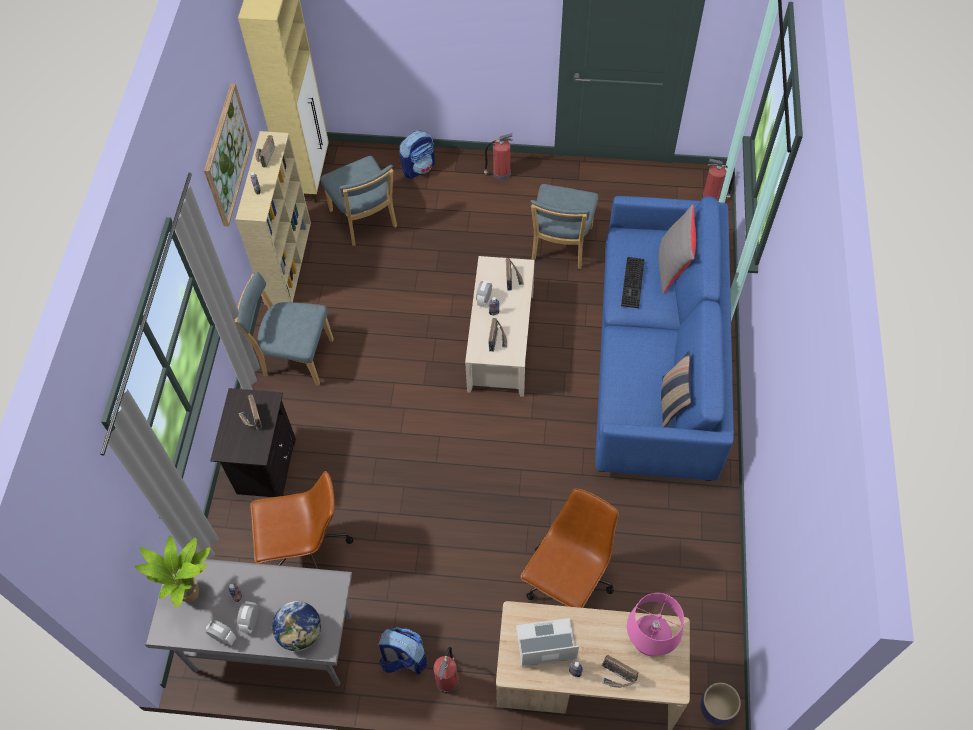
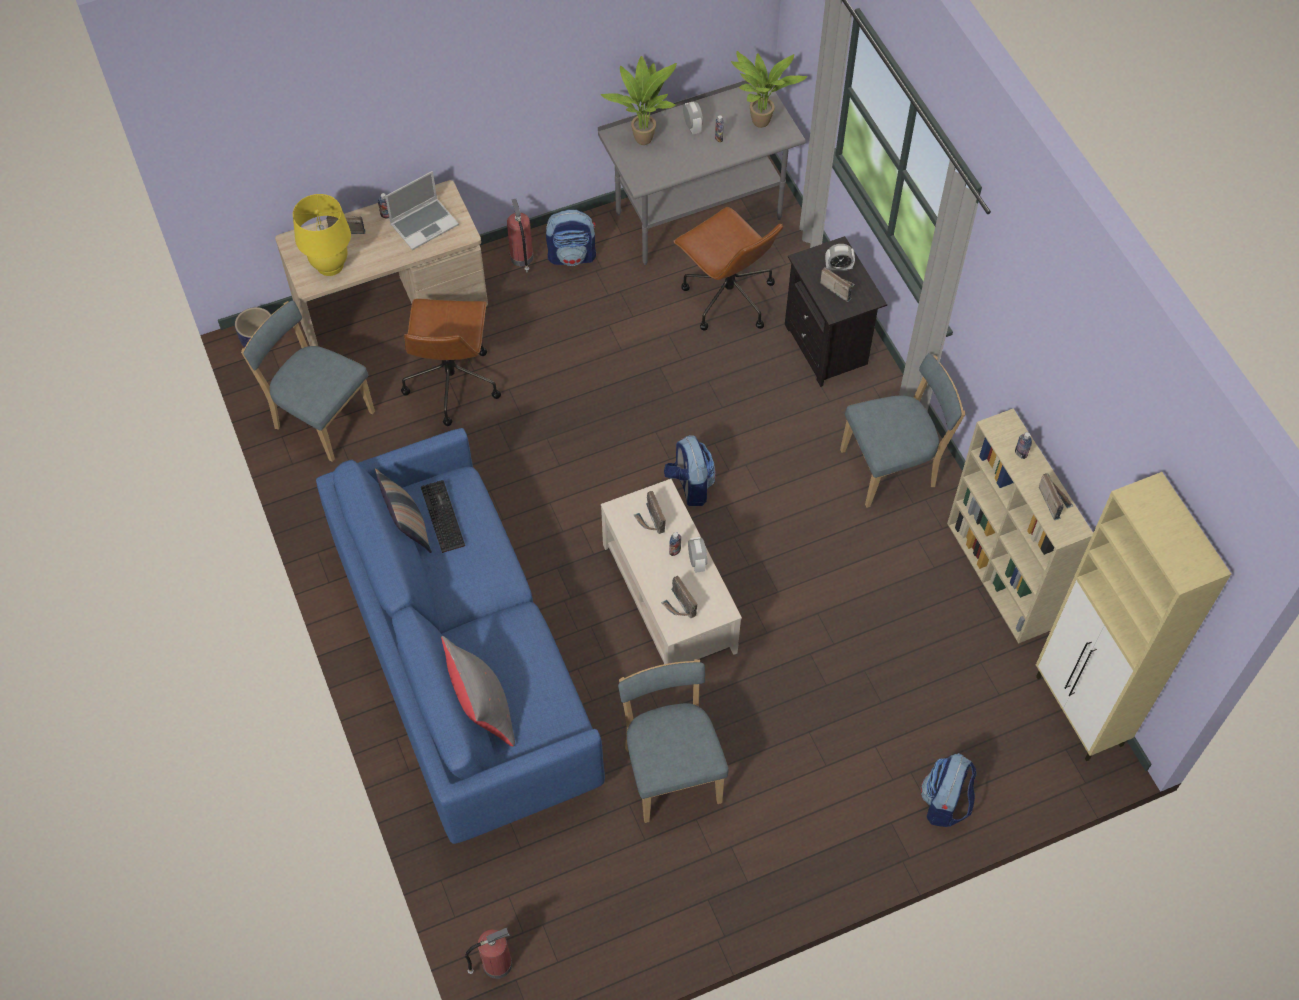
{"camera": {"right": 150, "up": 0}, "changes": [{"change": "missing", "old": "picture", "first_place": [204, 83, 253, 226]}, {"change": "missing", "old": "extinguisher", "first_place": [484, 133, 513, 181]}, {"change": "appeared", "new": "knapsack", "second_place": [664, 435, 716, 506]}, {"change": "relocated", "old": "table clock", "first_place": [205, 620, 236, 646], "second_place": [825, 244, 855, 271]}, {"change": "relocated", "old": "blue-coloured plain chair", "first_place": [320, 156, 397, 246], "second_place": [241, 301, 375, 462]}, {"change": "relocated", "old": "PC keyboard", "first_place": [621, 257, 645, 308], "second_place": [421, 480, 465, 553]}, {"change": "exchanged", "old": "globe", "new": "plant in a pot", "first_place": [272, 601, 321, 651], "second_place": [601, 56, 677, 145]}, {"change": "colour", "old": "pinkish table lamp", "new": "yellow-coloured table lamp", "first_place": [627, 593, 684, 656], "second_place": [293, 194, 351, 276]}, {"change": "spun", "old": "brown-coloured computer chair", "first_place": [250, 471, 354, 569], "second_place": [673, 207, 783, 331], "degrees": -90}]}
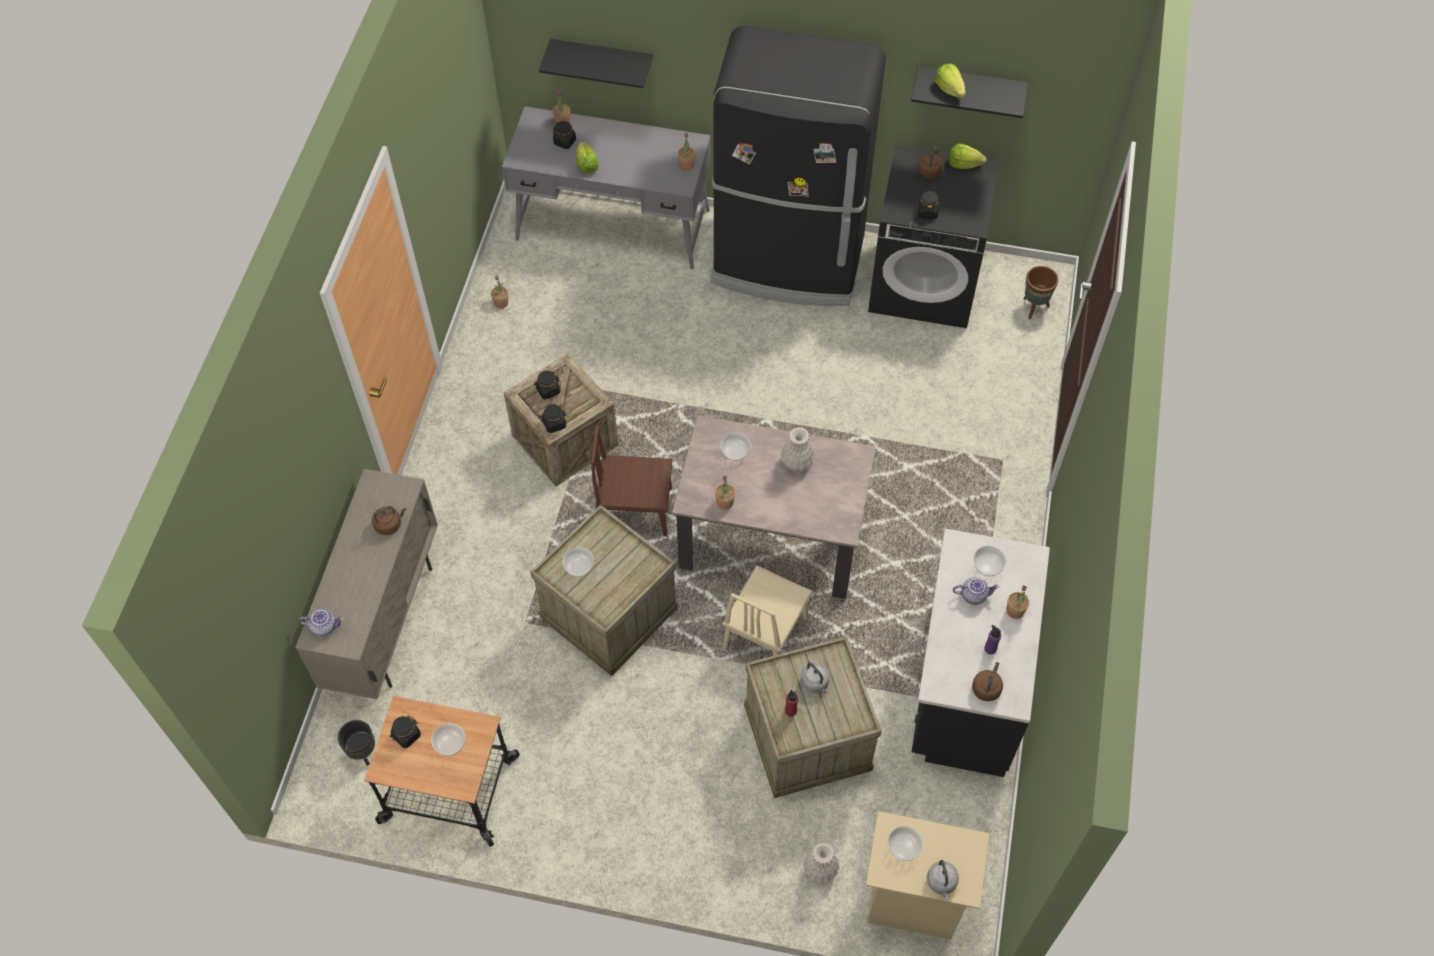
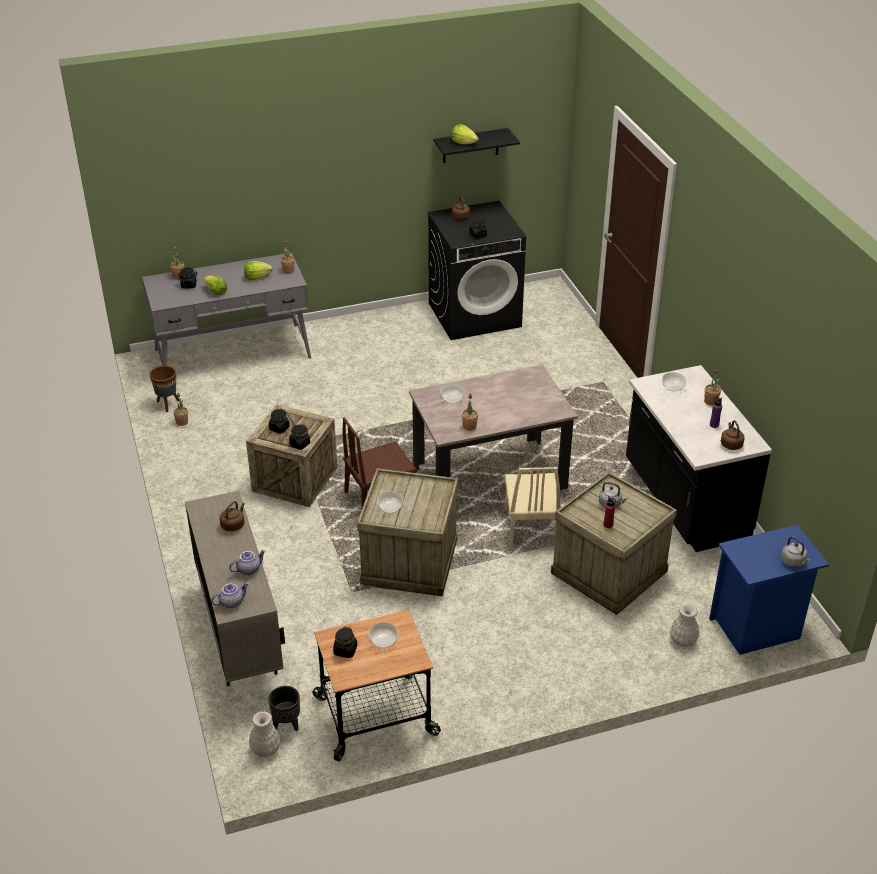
{"camera": {"right": -30, "up": -20}, "changes": [{"change": "missing", "old": "blackish shelf", "first_place": [539, 39, 653, 88]}, {"change": "missing", "old": "blackish kitchen fridge", "first_place": [711, 26, 886, 306]}, {"change": "missing", "old": "deep dish", "first_place": [888, 826, 923, 861]}, {"change": "relocated", "old": "white decorative vase", "first_place": [781, 427, 815, 472], "second_place": [249, 711, 281, 757]}, {"change": "relocated", "old": "lettuce head", "first_place": [948, 144, 987, 169], "second_place": [244, 261, 273, 280]}, {"change": "relocated", "old": "teapot", "first_place": [953, 577, 999, 605], "second_place": [229, 550, 266, 575]}, {"change": "relocated", "old": "brown-coloured plant pot", "first_place": [1023, 266, 1059, 319], "second_place": [150, 366, 179, 412]}, {"change": "colour", "old": "beige-coloured night table", "new": "blue-coloured night table", "first_place": [866, 811, 989, 939], "second_place": [709, 525, 829, 655]}]}
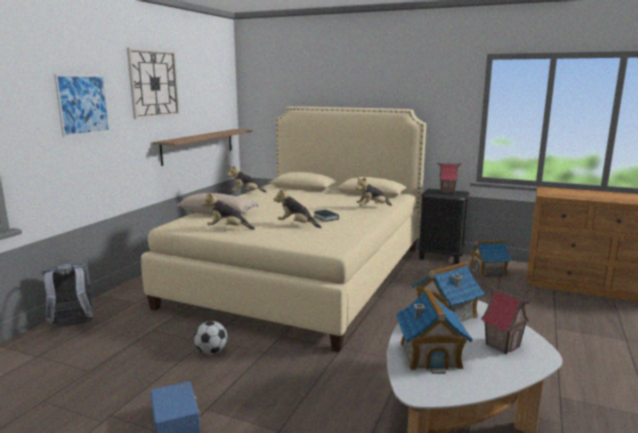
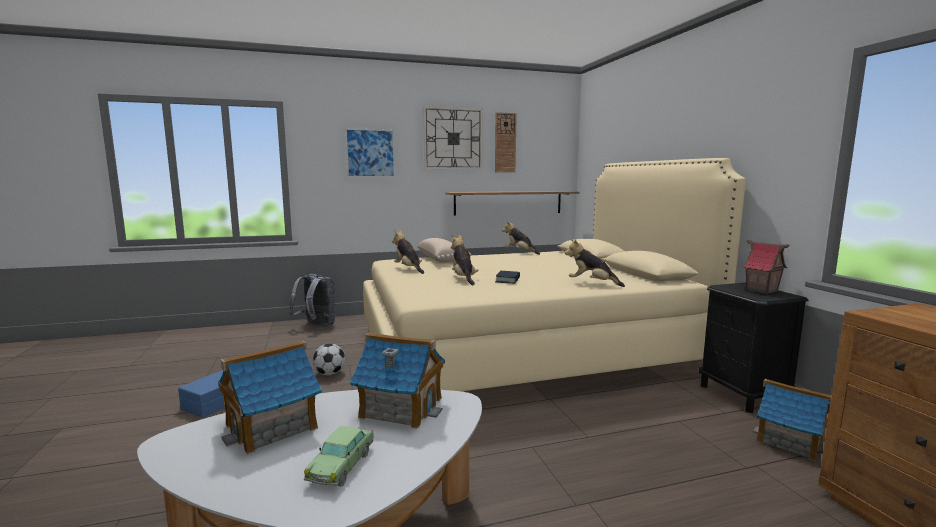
{"camera": {"right": 50, "up": -5}, "changes": [{"change": "appeared", "new": "wall clock", "second_place": [495, 112, 517, 173]}, {"change": "exchanged", "old": "toy house", "new": "toy car", "first_place": [481, 285, 530, 354], "second_place": [304, 426, 373, 487]}]}
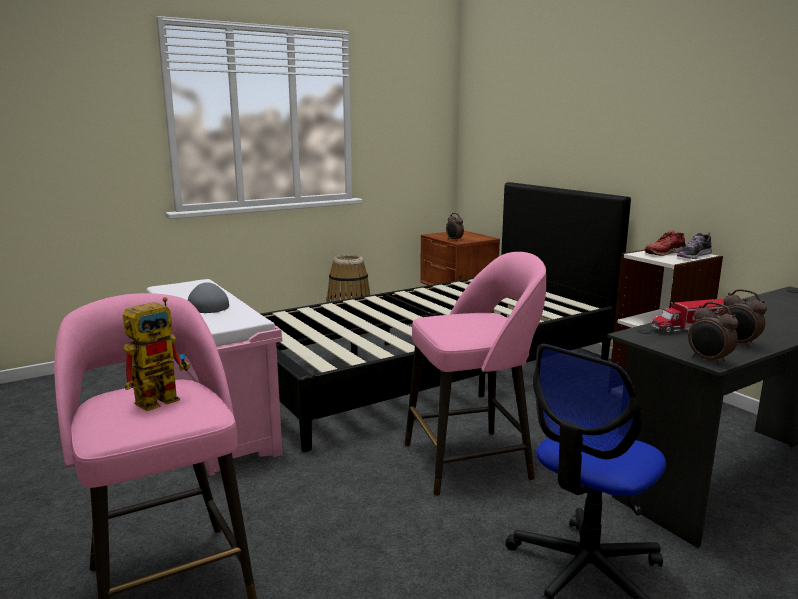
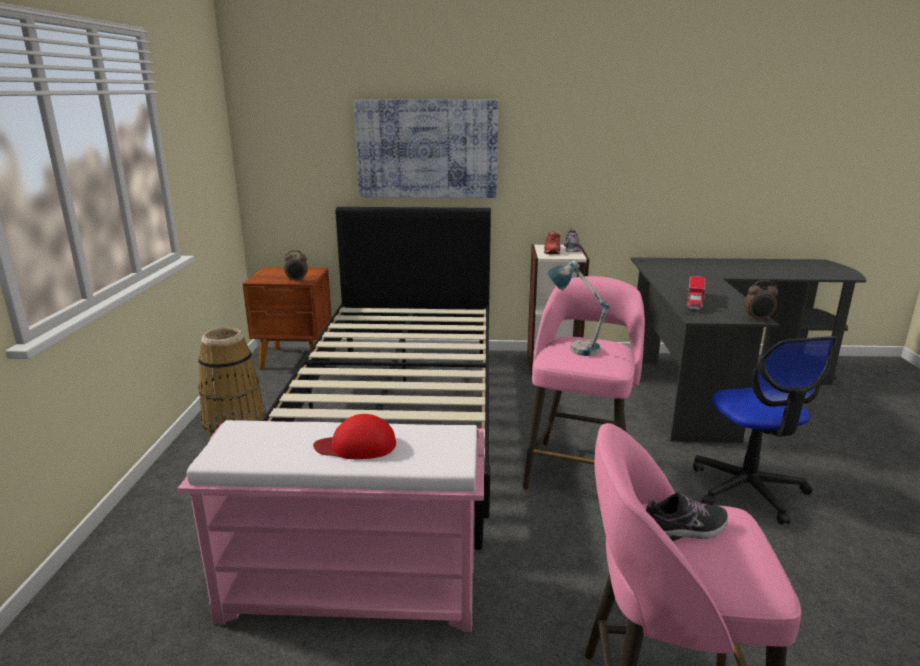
{"camera": {"right": -55, "up": 5}, "changes": [{"change": "missing", "old": "table clock", "first_place": [719, 289, 767, 348]}, {"change": "appeared", "new": "picture", "second_place": [354, 100, 498, 198]}, {"change": "appeared", "new": "table lamp", "second_place": [547, 260, 609, 356]}, {"change": "exchanged", "old": "toy robot", "new": "item of footwear", "first_place": [123, 297, 190, 411], "second_place": [646, 492, 728, 541]}, {"change": "colour", "old": "gray peaked cap", "new": "reddish peaked cap", "first_place": [188, 282, 229, 313], "second_place": [313, 414, 396, 459]}]}
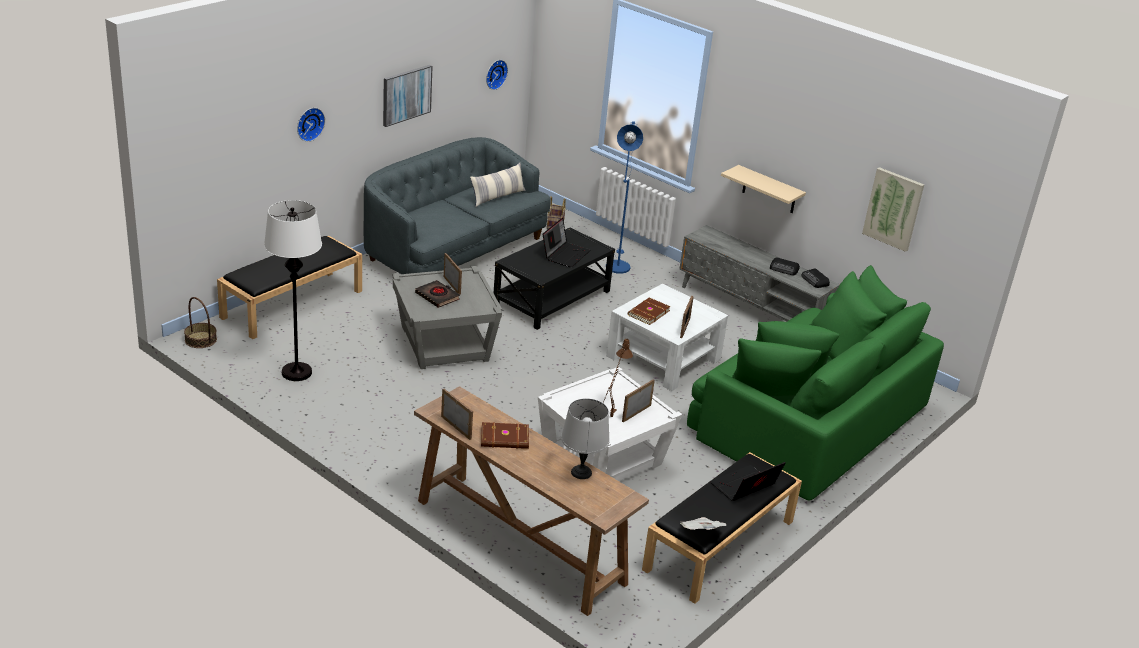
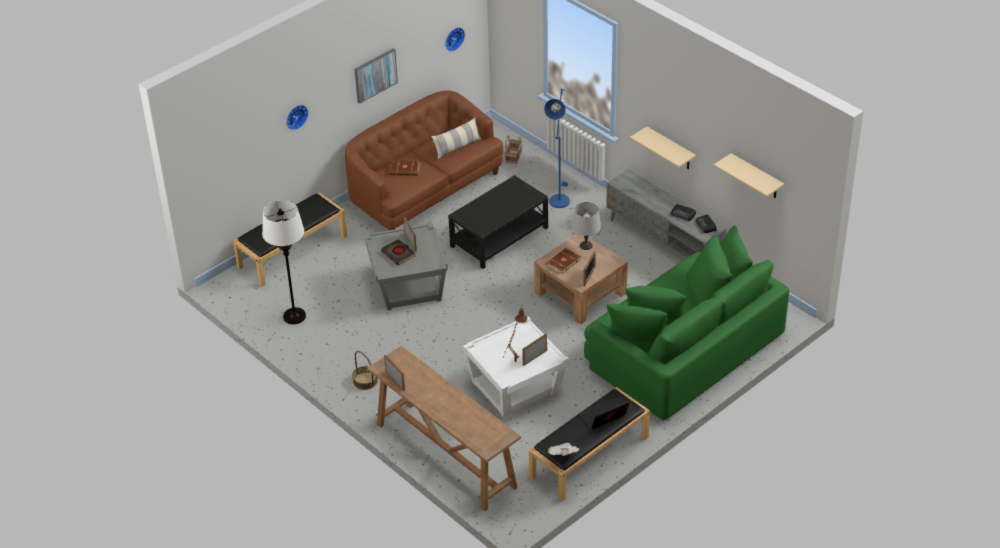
{"camera": {"right": 10, "up": 10}, "changes": [{"change": "missing", "old": "portable computer", "first_place": [543, 218, 590, 268]}, {"change": "relocated", "old": "basket", "first_place": [184, 297, 217, 348], "second_place": [352, 351, 378, 390]}, {"change": "relocated", "old": "brown-coloured book", "first_place": [481, 422, 529, 449], "second_place": [390, 160, 420, 176]}, {"change": "relocated", "old": "gray table lamp", "first_place": [561, 398, 610, 479], "second_place": [572, 202, 601, 250]}, {"change": "exchanged", "old": "picture", "new": "beige-coloured shelf", "first_place": [862, 167, 924, 252], "second_place": [713, 153, 784, 198]}, {"change": "colour", "old": "gray settee", "new": "brown-coloured settee", "first_place": [364, 137, 551, 274], "second_place": [345, 90, 504, 230]}, {"change": "colour", "old": "white lounge table", "new": "brown-coloured lounge table", "first_place": [606, 283, 728, 391], "second_place": [534, 234, 628, 325]}]}
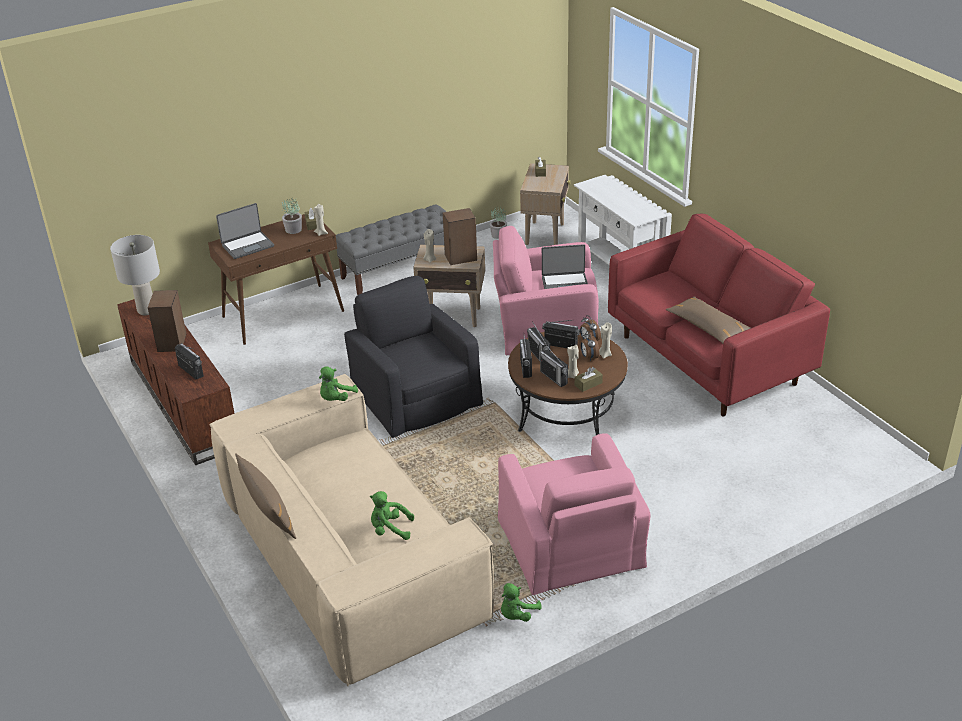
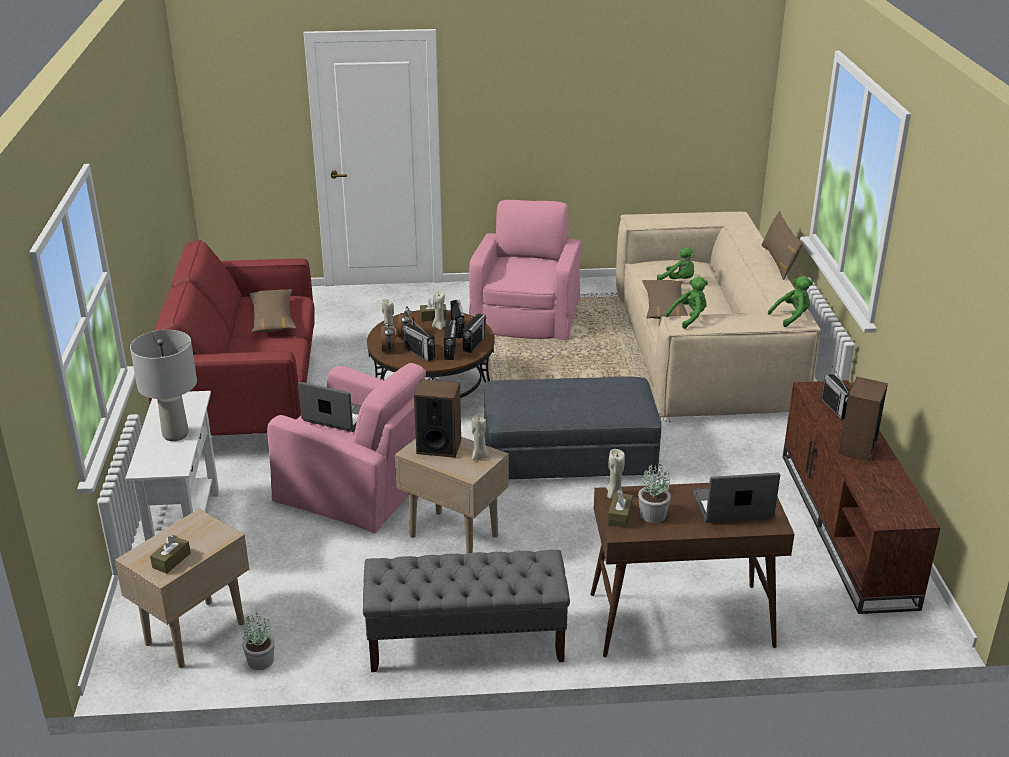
{"camera": {"right": -155, "up": -5}, "changes": [{"change": "appeared", "new": "brown-coloured cushion", "second_place": [642, 280, 688, 319]}, {"change": "relocated", "old": "gray table lamp", "first_place": [110, 235, 160, 315], "second_place": [130, 330, 197, 441]}, {"change": "relocated", "old": "greenish cuddly toy", "first_place": [501, 583, 542, 622], "second_place": [768, 276, 813, 327]}, {"change": "exchanged", "old": "blackish easy chair", "new": "gray footrest", "first_place": [344, 276, 483, 438], "second_place": [484, 377, 662, 479]}]}
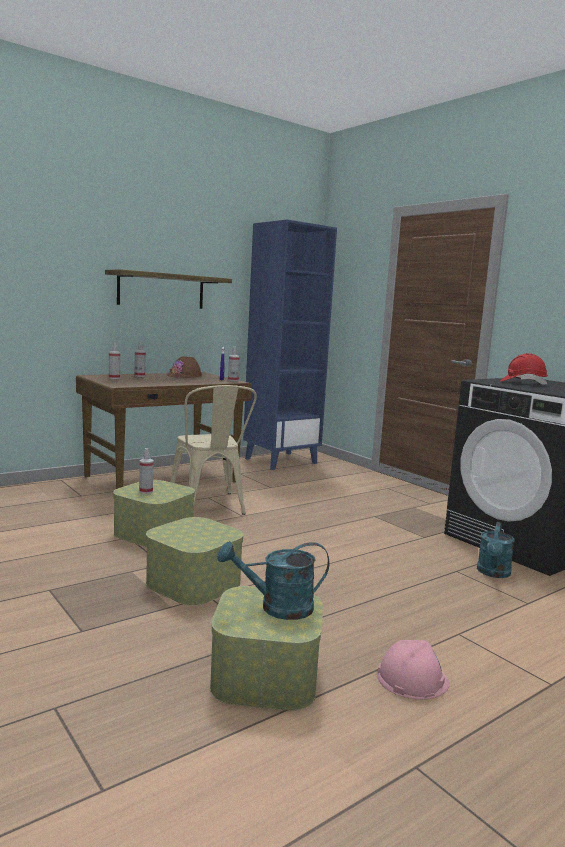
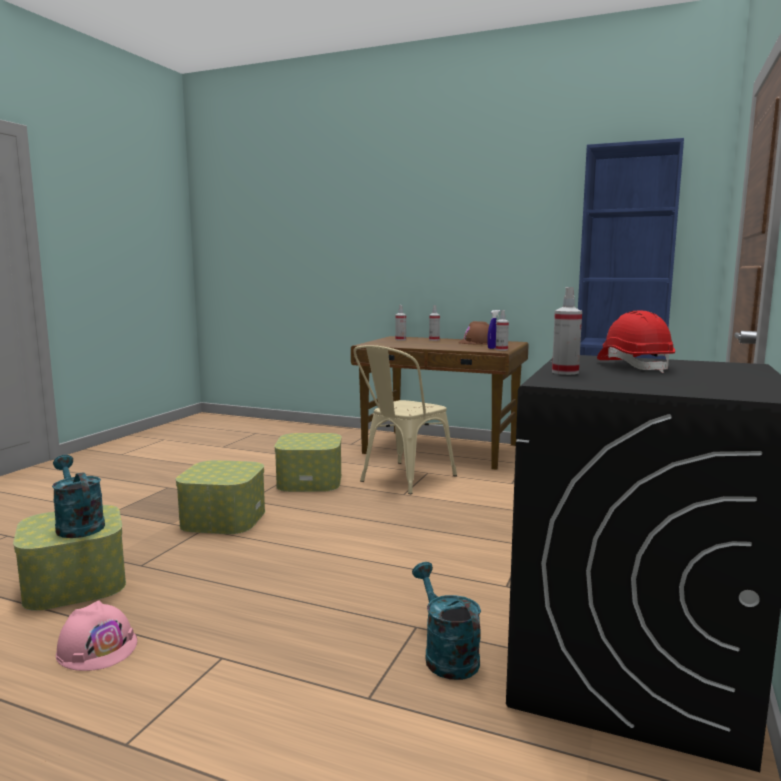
{"camera": {"right": 60, "up": 0}, "changes": [{"change": "missing", "old": "shelf", "first_place": [105, 269, 232, 309]}, {"change": "relocated", "old": "spray bottle", "first_place": [139, 448, 153, 494], "second_place": [552, 287, 582, 375]}, {"change": "spun", "old": "blue-green watering pot", "first_place": [477, 522, 515, 578], "second_place": [412, 562, 481, 680], "degrees": 75}]}
